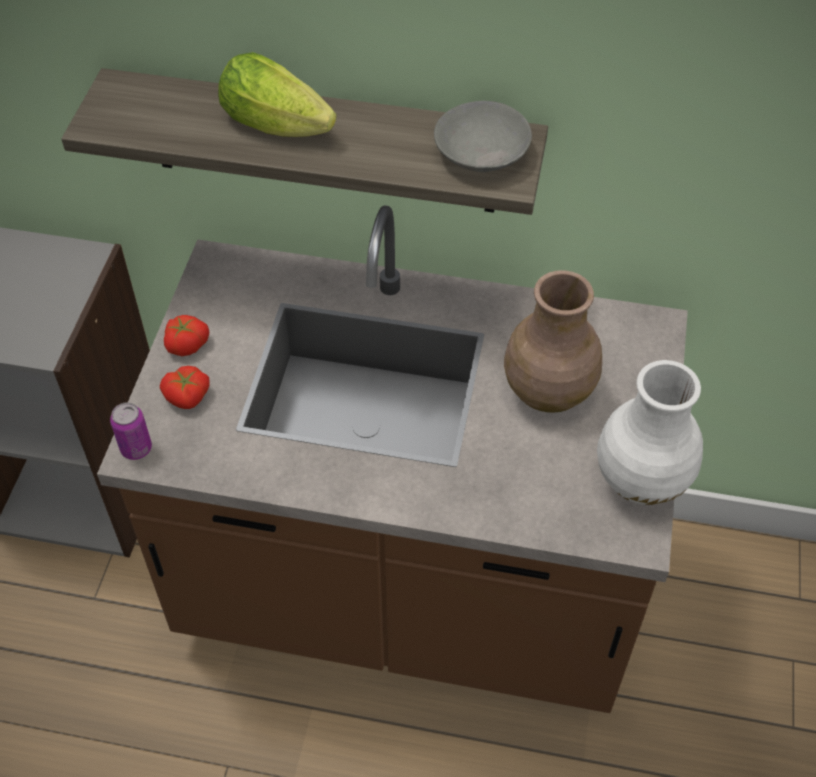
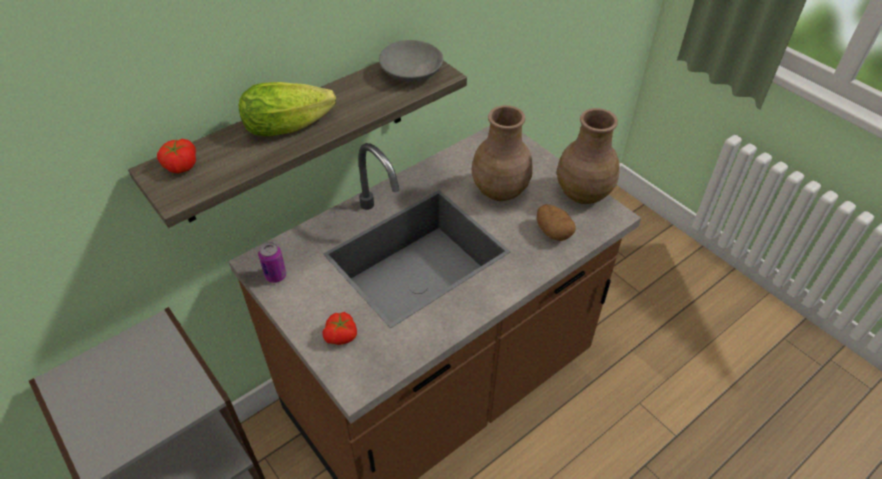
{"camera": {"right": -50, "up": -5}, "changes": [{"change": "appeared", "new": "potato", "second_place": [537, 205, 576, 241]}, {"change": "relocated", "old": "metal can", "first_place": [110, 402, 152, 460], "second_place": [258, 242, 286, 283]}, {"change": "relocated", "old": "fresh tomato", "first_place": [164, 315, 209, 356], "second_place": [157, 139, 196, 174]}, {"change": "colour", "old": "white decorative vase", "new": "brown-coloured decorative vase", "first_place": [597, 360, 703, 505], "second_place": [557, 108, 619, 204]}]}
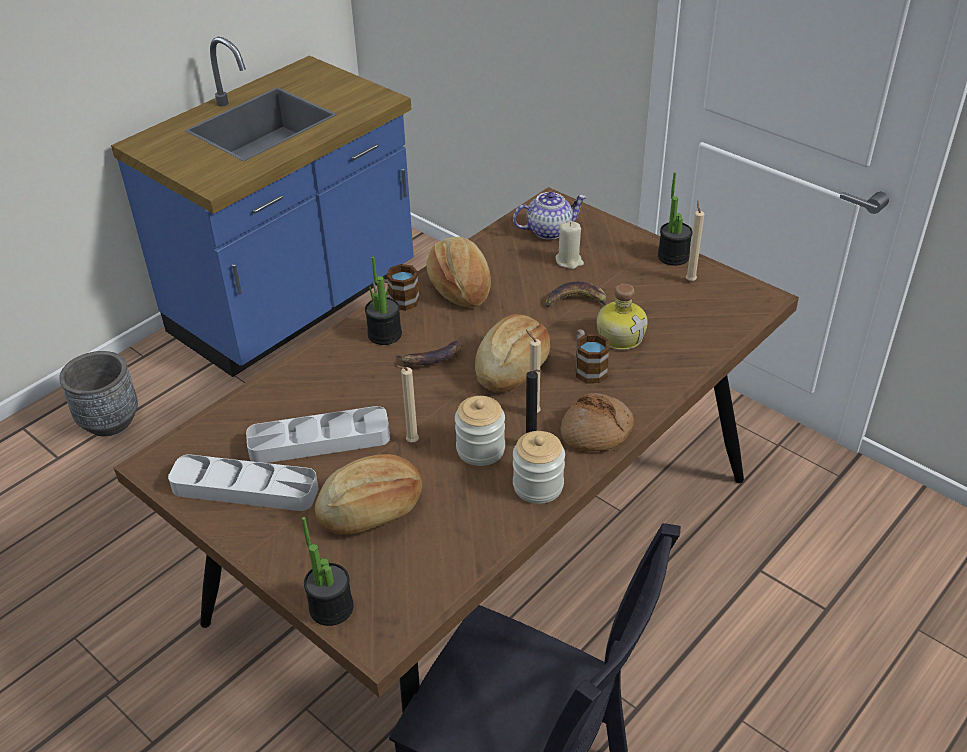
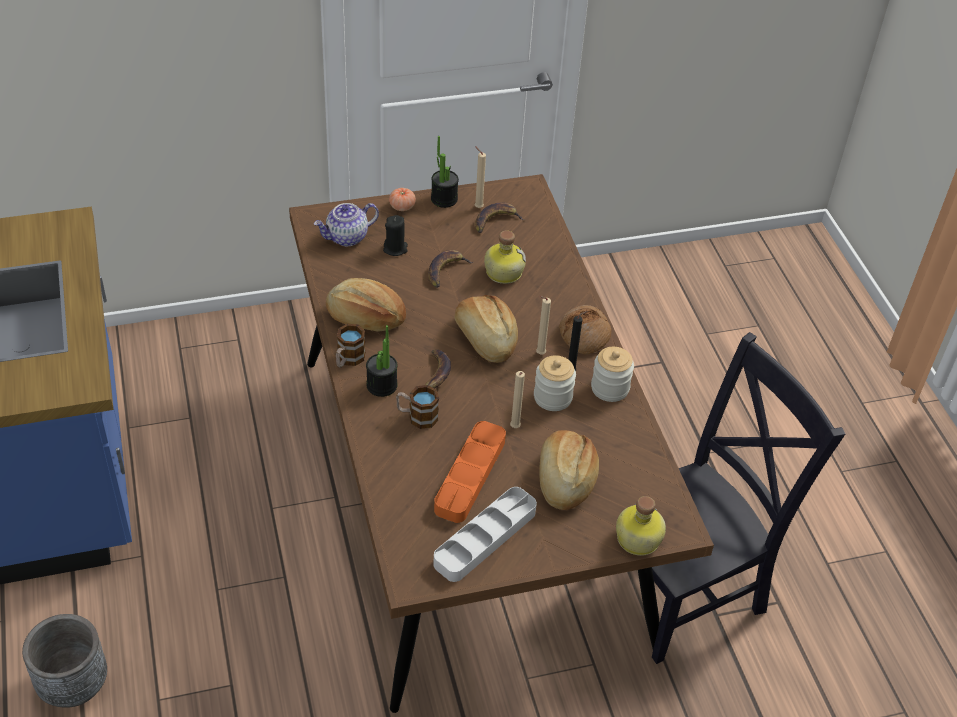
{"camera": {"right": -60, "up": 5}, "changes": [{"change": "appeared", "new": "fresh tomato", "second_place": [389, 188, 416, 211]}, {"change": "appeared", "new": "banana fruit", "second_place": [475, 203, 525, 233]}, {"change": "relocated", "old": "tea mug", "first_place": [575, 329, 610, 383], "second_place": [396, 385, 439, 429]}, {"change": "exchanged", "old": "plant in a pot", "new": "drink bottle", "first_place": [302, 517, 354, 626], "second_place": [616, 496, 666, 556]}, {"change": "colour", "old": "gray tray", "new": "orange-coloured tray", "first_place": [246, 406, 390, 463], "second_place": [434, 421, 506, 523]}, {"change": "colour", "old": "beige-coloured wax candle", "new": "blackish wax candle", "first_place": [555, 221, 584, 269], "second_place": [383, 215, 408, 256]}, {"change": "spun", "old": "teapot", "first_place": [513, 192, 587, 240], "second_place": [313, 203, 379, 246], "degrees": -135}]}
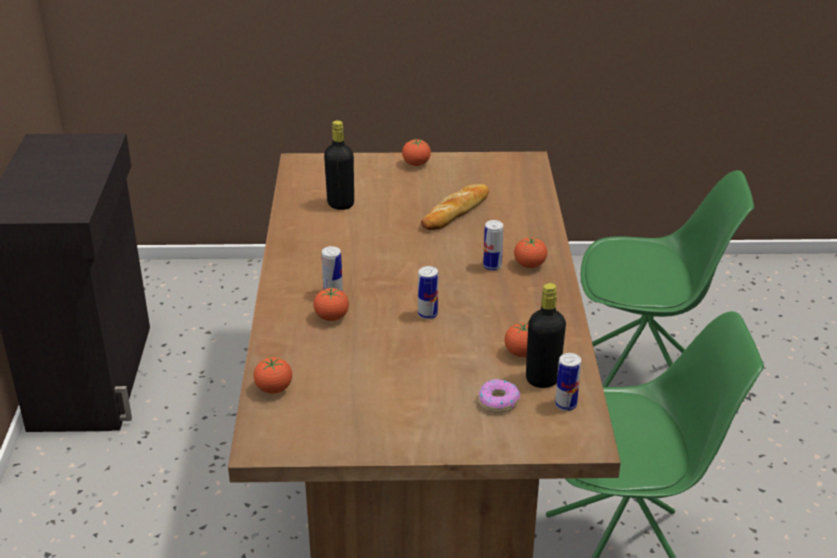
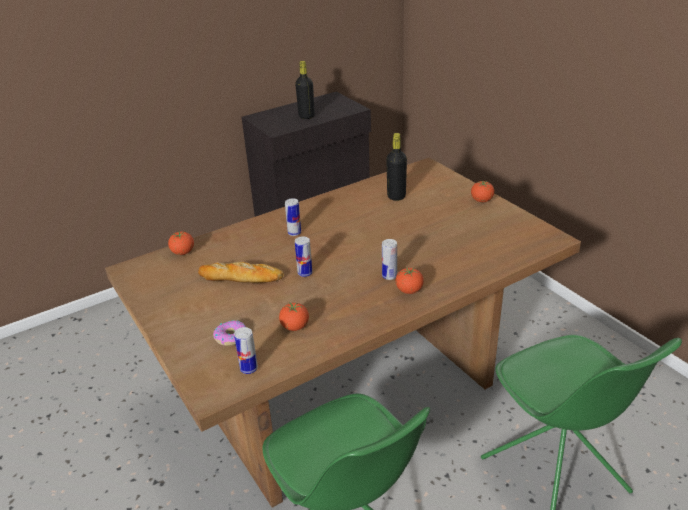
{"camera": {"right": 60, "up": 0}, "changes": [{"change": "missing", "old": "fresh tomato", "first_place": [314, 286, 349, 321]}, {"change": "relocated", "old": "bread", "first_place": [421, 184, 490, 230], "second_place": [198, 262, 284, 283]}, {"change": "relocated", "old": "blackish drink bottle", "first_place": [526, 283, 566, 388], "second_place": [295, 61, 315, 119]}]}
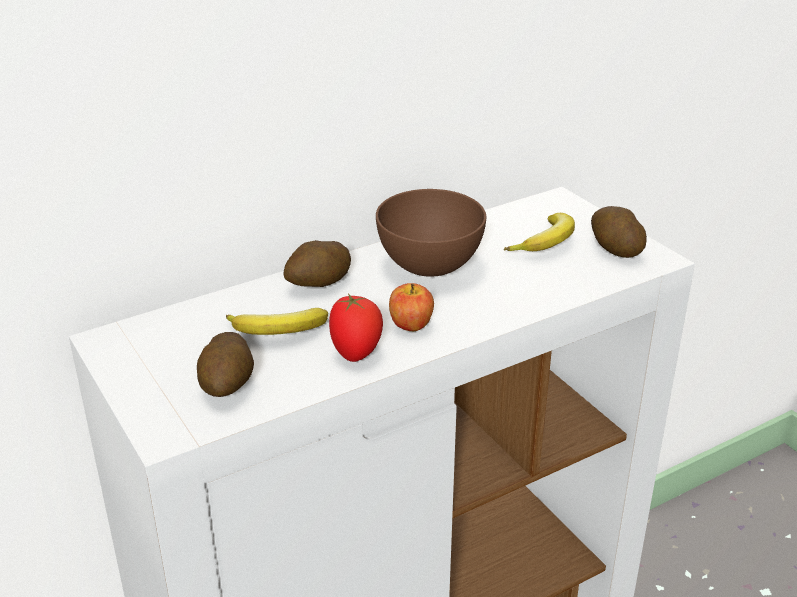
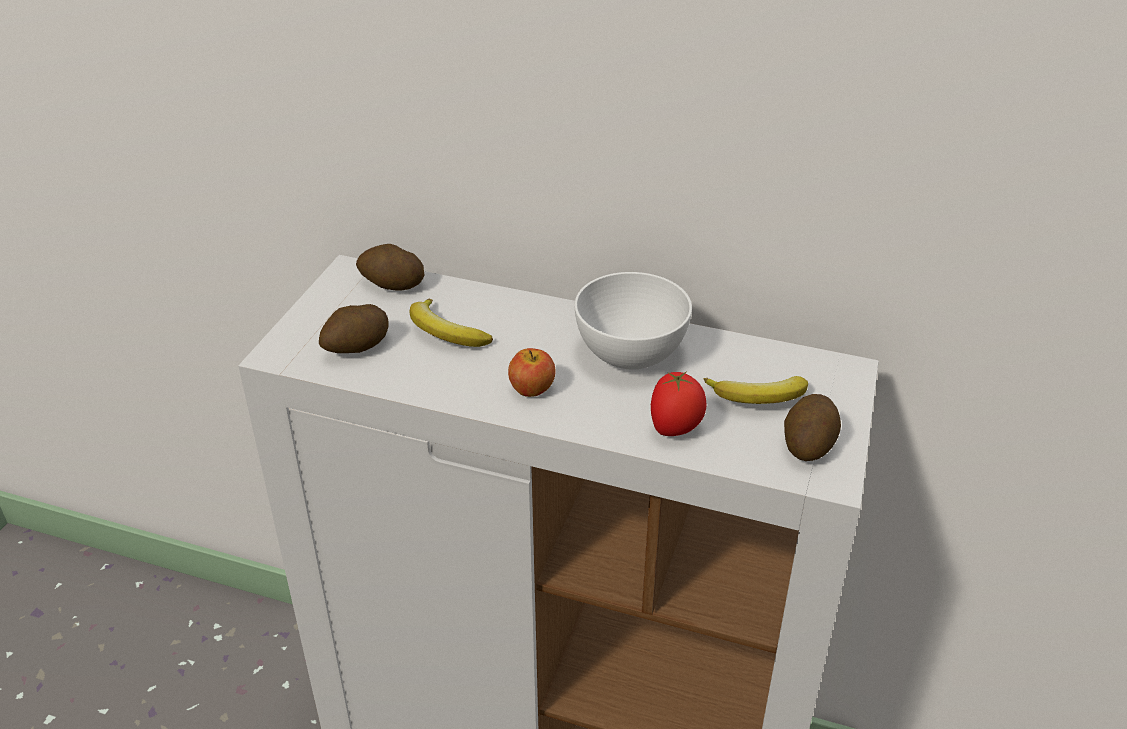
{"camera": {"right": 50, "up": 5}, "changes": [{"change": "relocated", "old": "potato", "first_place": [283, 240, 351, 287], "second_place": [356, 244, 425, 290]}, {"change": "relocated", "old": "fresh tomato", "first_place": [329, 293, 383, 362], "second_place": [651, 371, 707, 436]}, {"change": "colour", "old": "brown-coloured deep dish", "new": "white deep dish", "first_place": [376, 189, 486, 277], "second_place": [574, 272, 692, 370]}]}
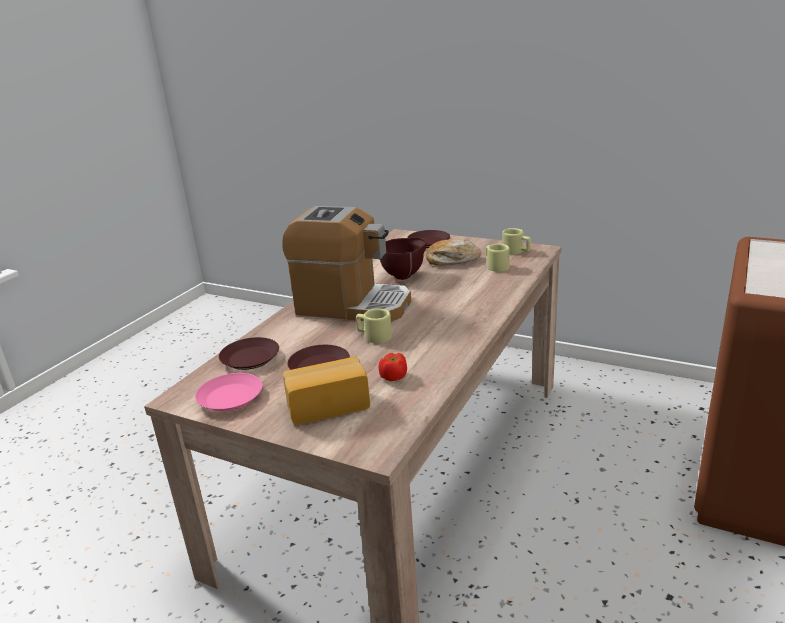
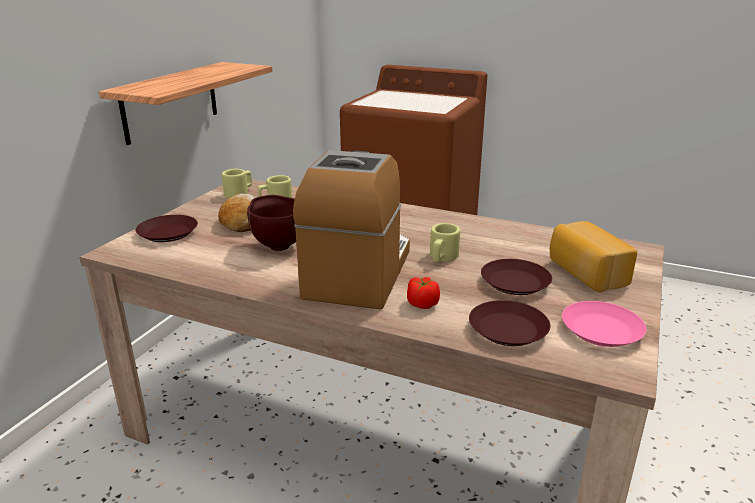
{"camera": {"right": -95, "up": 0}, "changes": [{"change": "appeared", "new": "shelf", "second_place": [99, 62, 272, 145]}, {"change": "relocated", "old": "fresh tomato", "first_place": [379, 353, 407, 381], "second_place": [407, 277, 440, 309]}]}
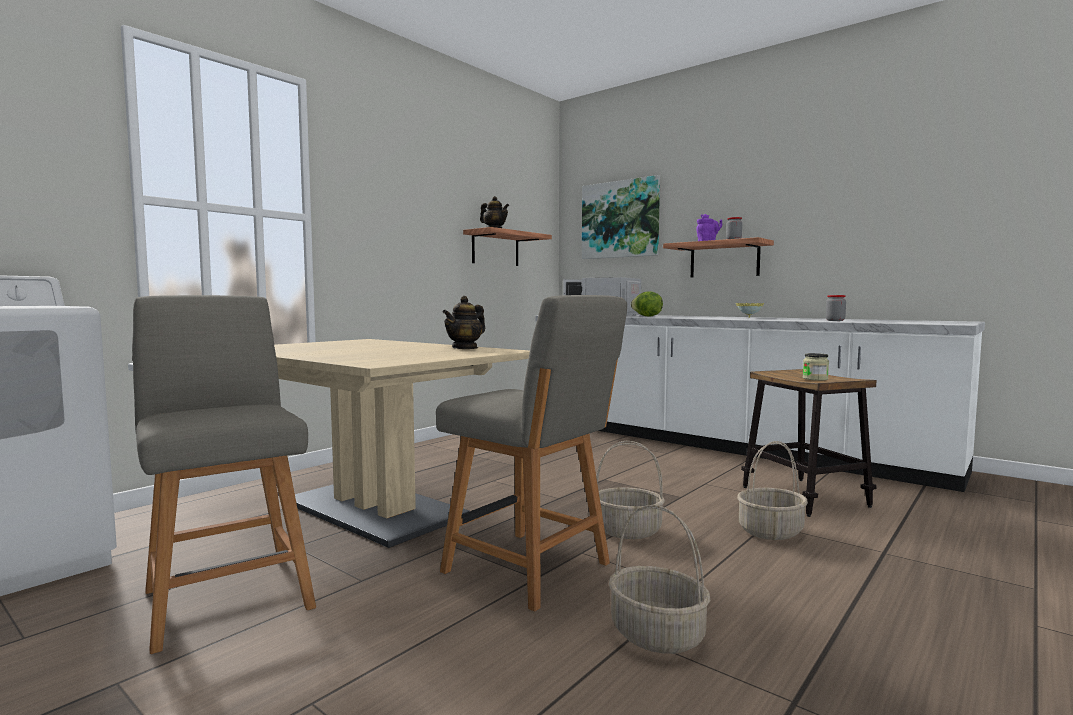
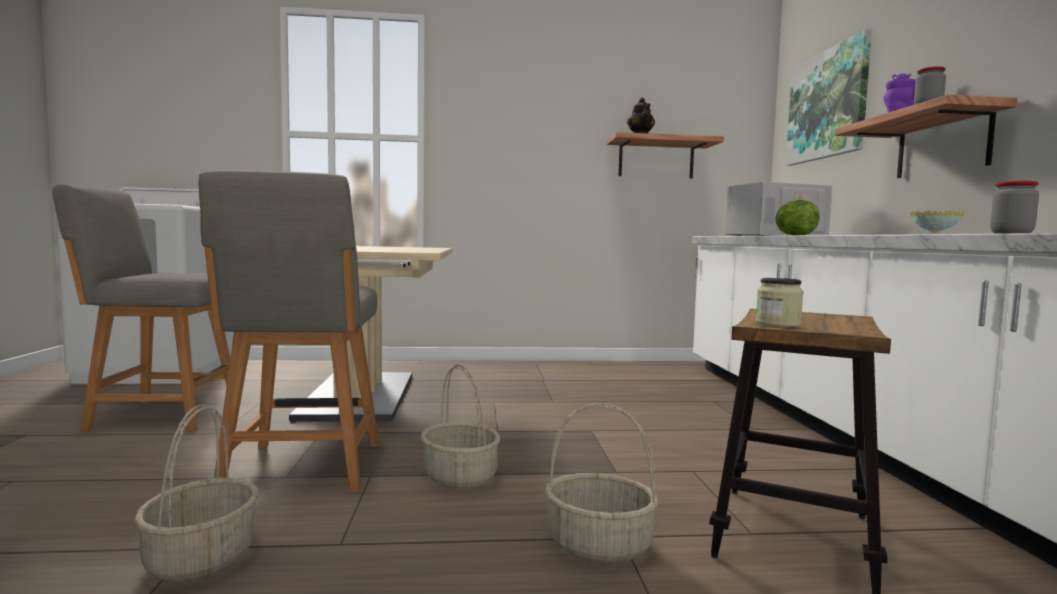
{"camera": {"right": 45, "up": 0}, "changes": [{"change": "missing", "old": "teapot", "first_place": [443, 296, 485, 349]}, {"change": "spun", "old": "gray plain chair", "first_place": [132, 295, 316, 654], "second_place": [52, 184, 230, 432], "degrees": -105}]}
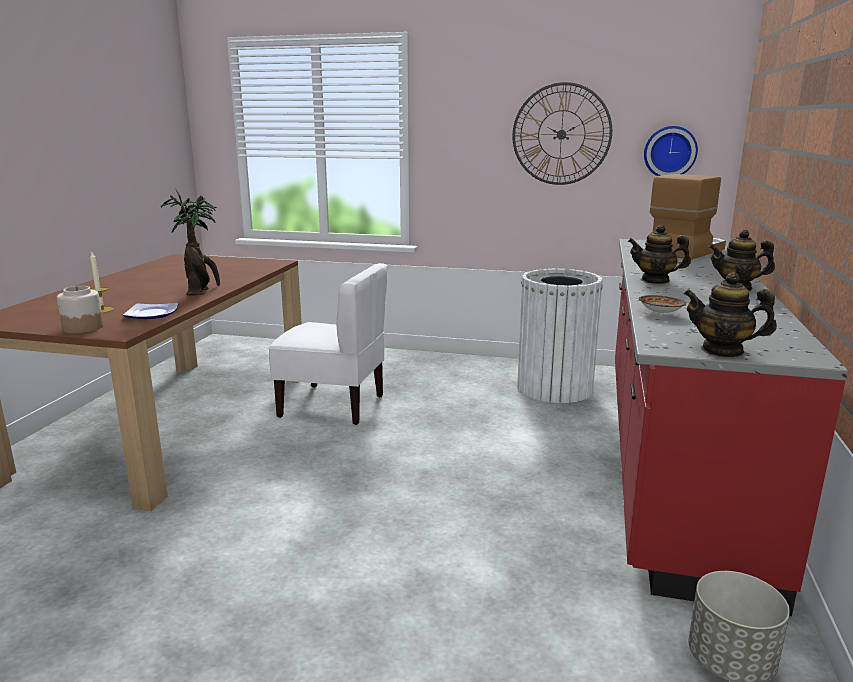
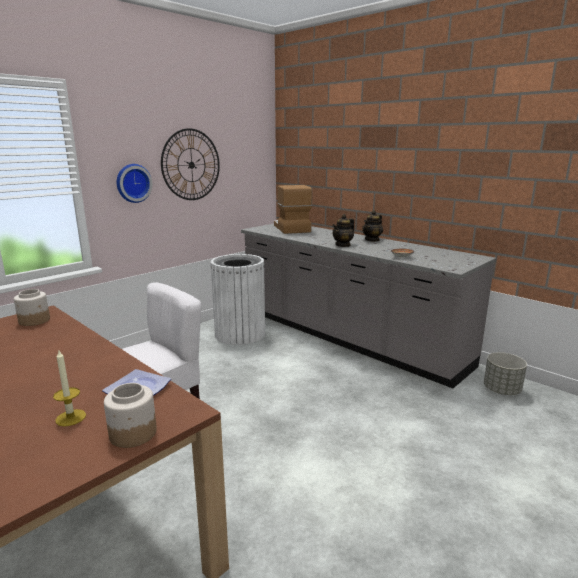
{"camera": {"right": -60, "up": 0}, "changes": [{"change": "missing", "old": "plant in a pot", "first_place": [160, 189, 220, 295]}, {"change": "missing", "old": "teapot", "first_place": [683, 272, 777, 357]}, {"change": "appeared", "new": "storage jar", "second_place": [14, 289, 50, 326]}, {"change": "relocated", "old": "wall clock", "first_place": [644, 126, 698, 176], "second_place": [117, 164, 152, 203]}, {"change": "colour", "old": "reddish counter", "new": "gray counter", "first_place": [615, 239, 848, 616], "second_place": [241, 224, 496, 388]}]}
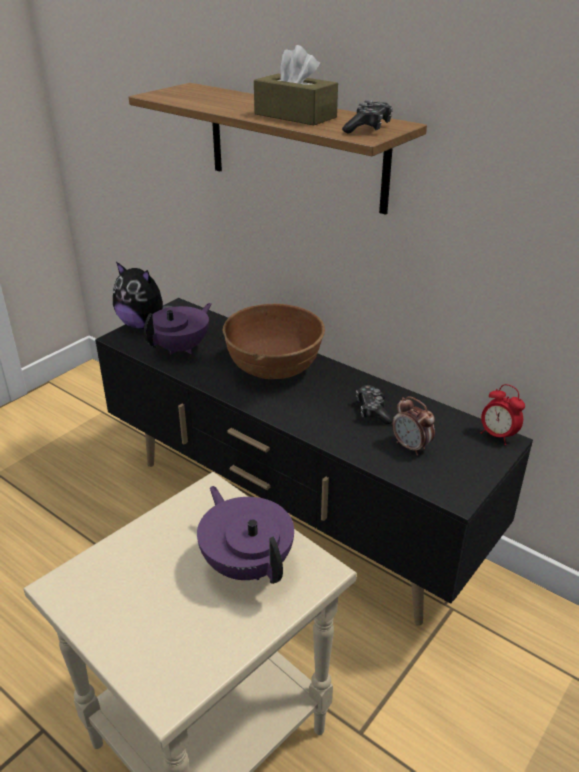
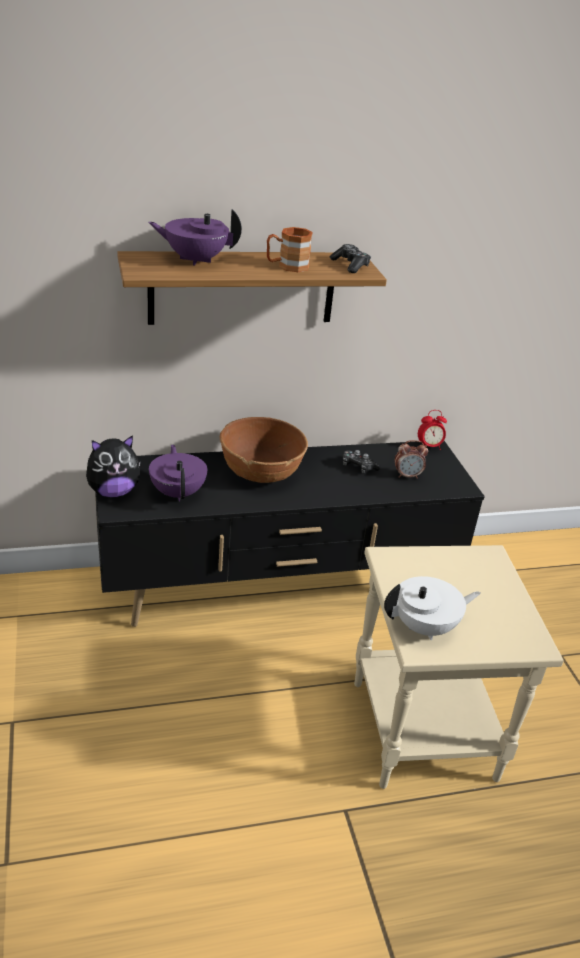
{"camera": {"right": -55, "up": 0}, "changes": [{"change": "appeared", "new": "white teapot", "second_place": [384, 576, 481, 640]}, {"change": "relocated", "old": "purple teapot", "first_place": [197, 486, 294, 584], "second_place": [148, 209, 242, 266]}, {"change": "exchanged", "old": "brown-coloured tissue box", "new": "brown-coloured tea mug", "first_place": [254, 45, 338, 125], "second_place": [267, 227, 313, 272]}]}
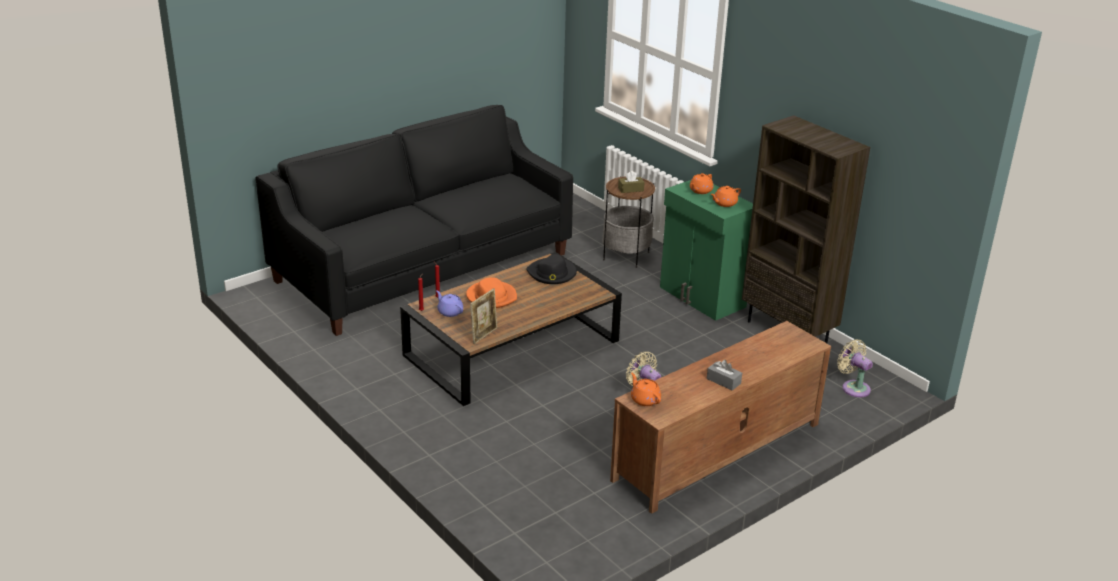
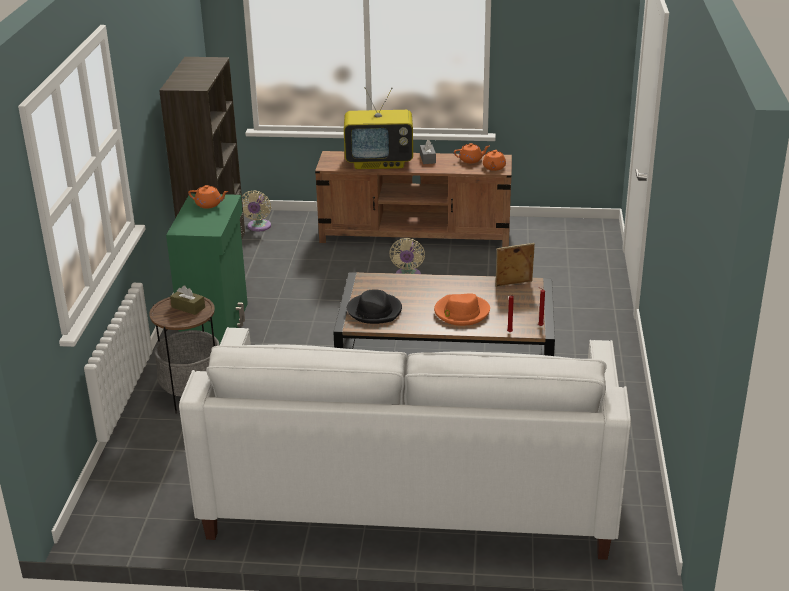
{"camera": {"right": -135, "up": 0}, "changes": [{"change": "missing", "old": "purple teapot", "first_place": [436, 290, 463, 317]}, {"change": "appeared", "new": "TV", "second_place": [344, 87, 413, 169]}, {"change": "relocated", "old": "orange-coloured teapot", "first_place": [690, 173, 713, 194], "second_place": [454, 143, 489, 163]}, {"change": "colour", "old": "blackish settee", "new": "white settee", "first_place": [256, 105, 573, 336], "second_place": [179, 327, 631, 560]}]}
